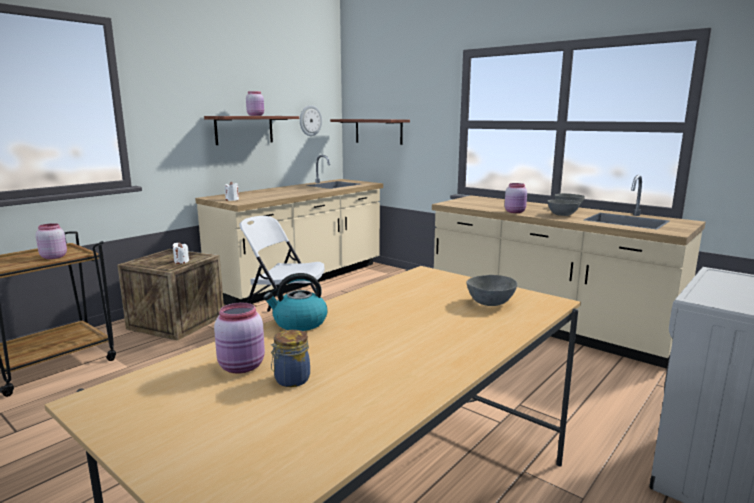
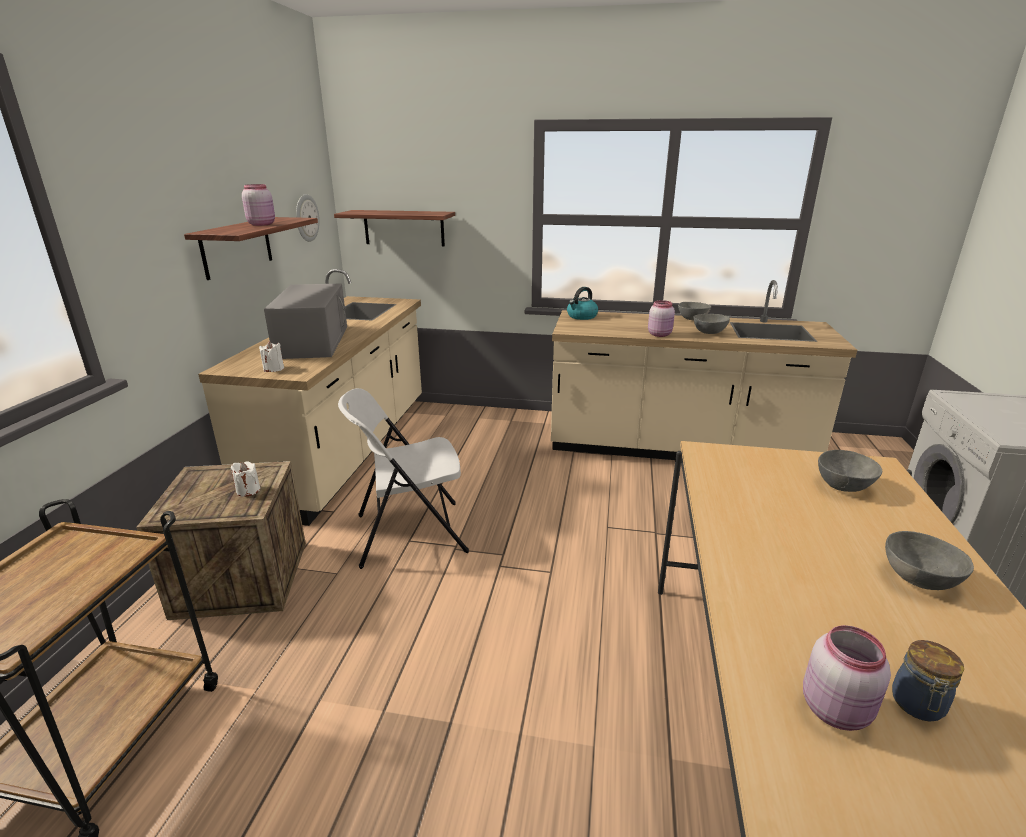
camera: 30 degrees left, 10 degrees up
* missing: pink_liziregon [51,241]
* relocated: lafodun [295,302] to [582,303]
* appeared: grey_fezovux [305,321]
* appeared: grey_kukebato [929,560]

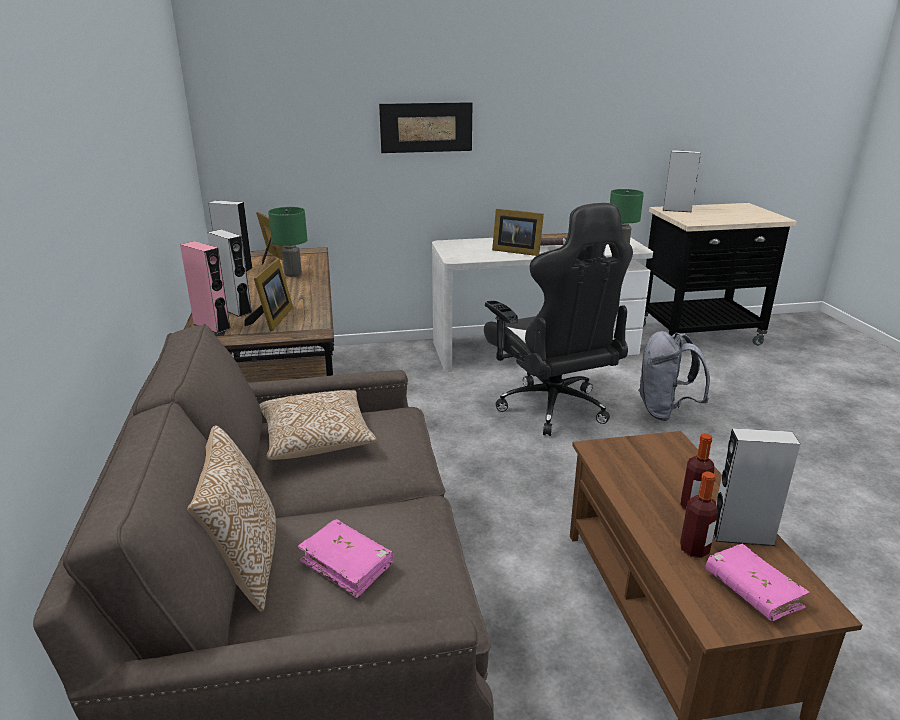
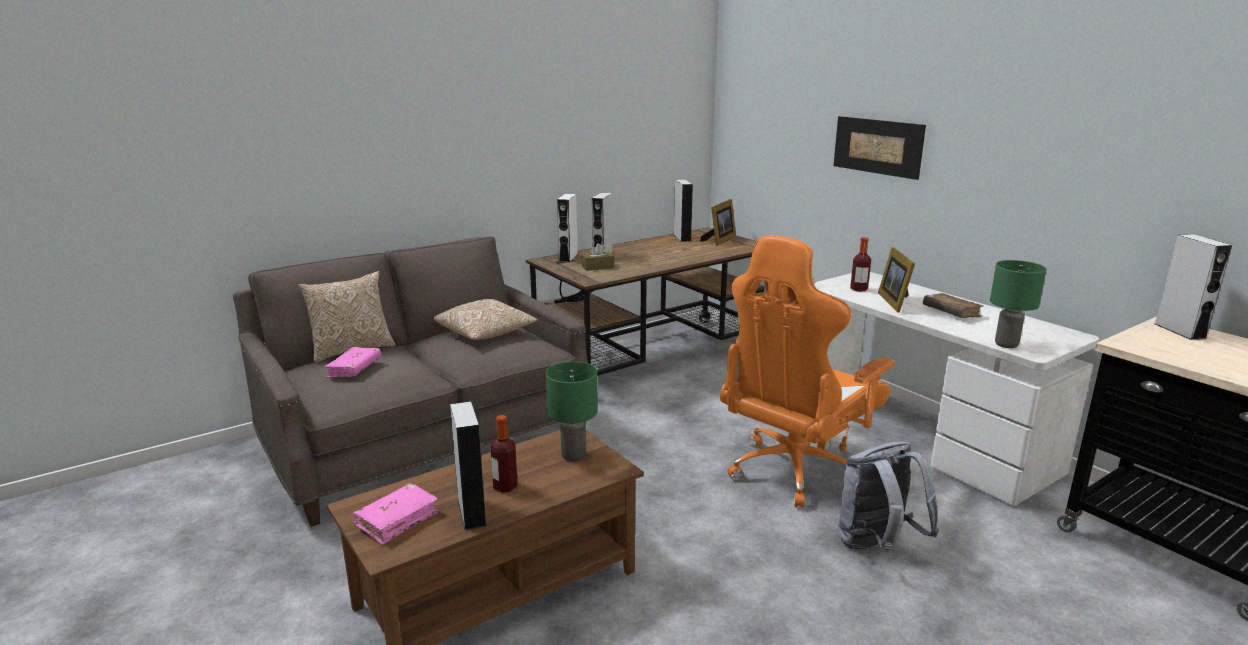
camera: 65 degrees right, 5 degrees down
* colour: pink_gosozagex [205,287] to white_gosozagex [567,228]
* exchanged: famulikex [269,295] to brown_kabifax [598,257]
* relocated: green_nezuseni [287,242] to [572,411]
* colour: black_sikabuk [558,319] to orange_sikabuk [807,371]
* relocated: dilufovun [699,514] to [860,264]

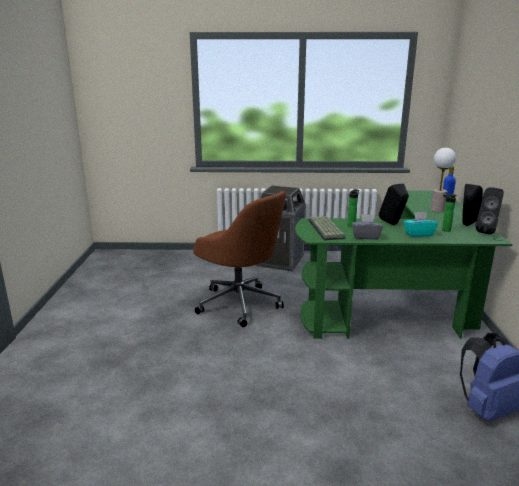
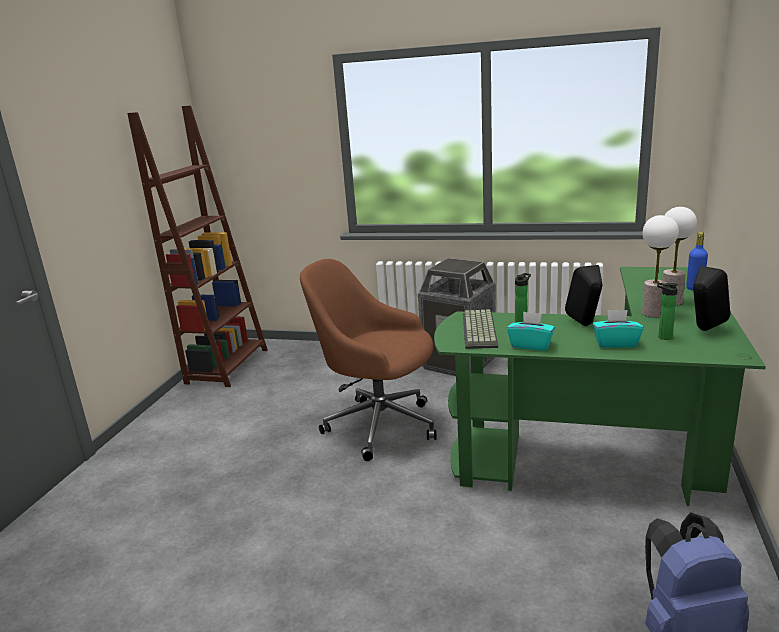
camera: 15 degrees right, 0 degrees up
* spun: brown_sikabuk [239,259] = [368,360] 150 degrees clockwise
* colour: grey_kabifax [367,227] to turquoise_kabifax [531,331]
* missing: black_gosozagex [489,210]
* appeared: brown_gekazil [197,246]
* appeared: nezuseni [660,266]

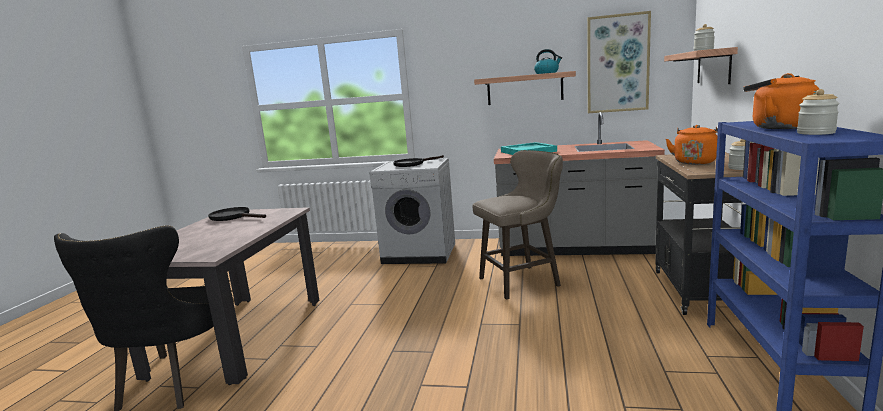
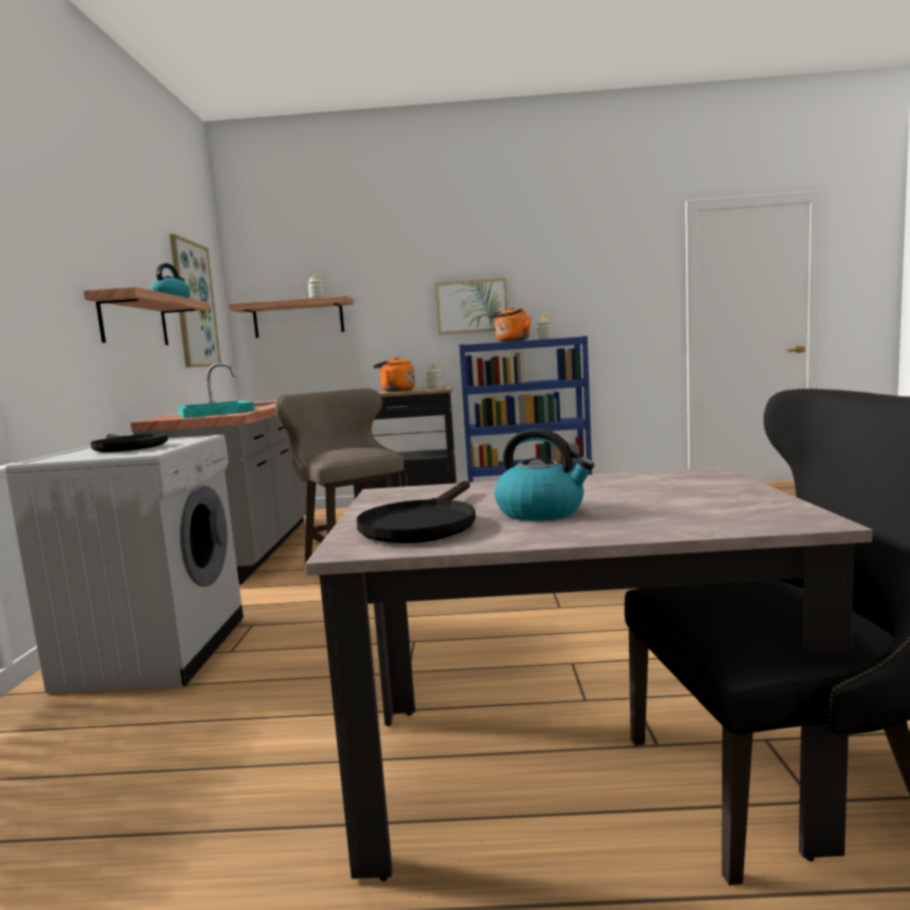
camera: 100 degrees left, 5 degrees down
* appeared: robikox [471,306]
* appeared: lafodun [544,474]

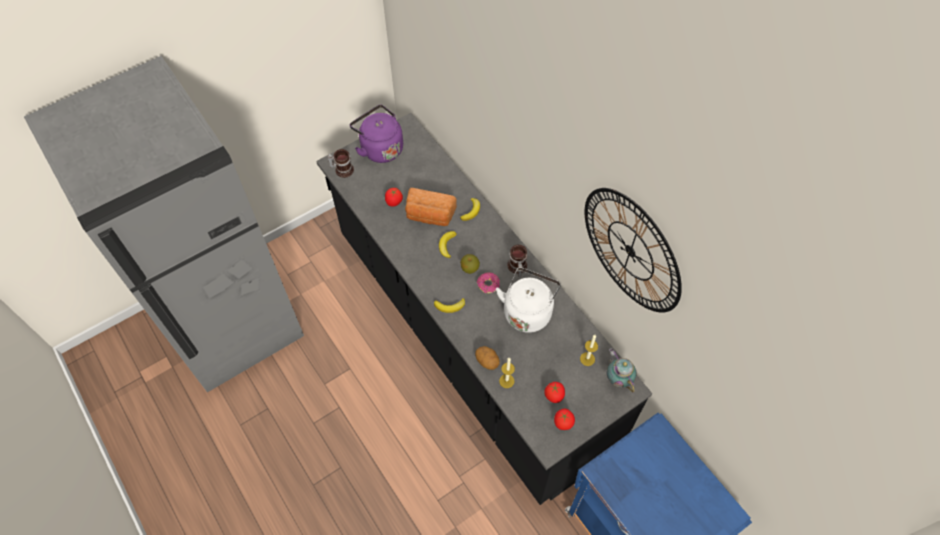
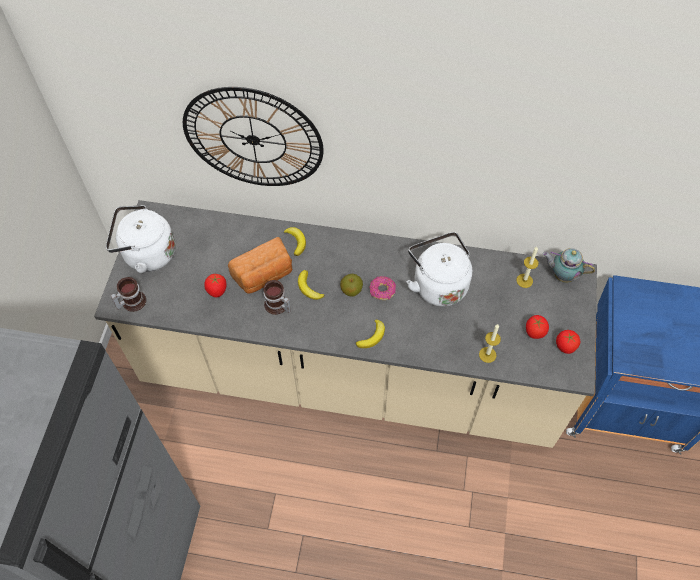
camera: 45 degrees left, 0 degrees up
* colour: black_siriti [484,309] to beige_siriti [345,324]
* colour: purple_lafodun [376,134] to white_lafodun [141,239]
* missing: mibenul [487,358]
* relocated: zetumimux [517,261] to [277,297]
* relocated: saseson [633,250] to [253,136]

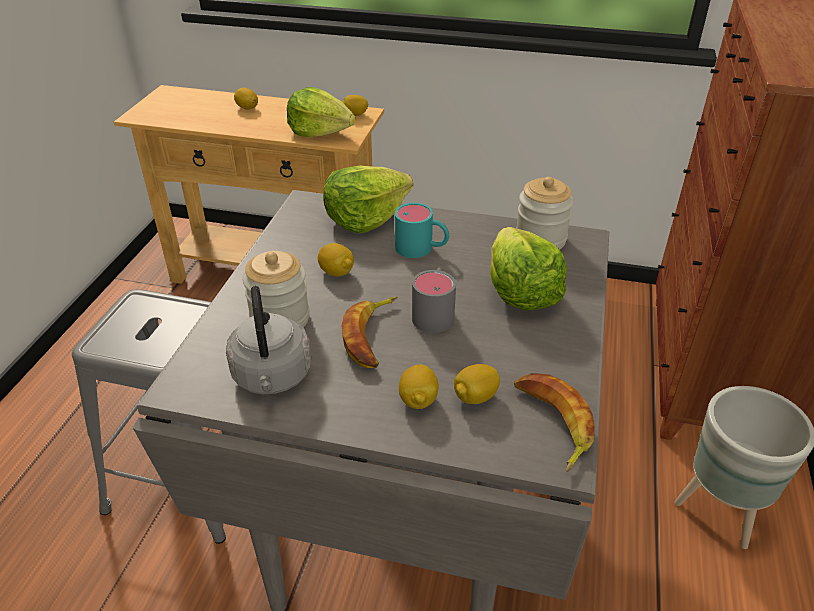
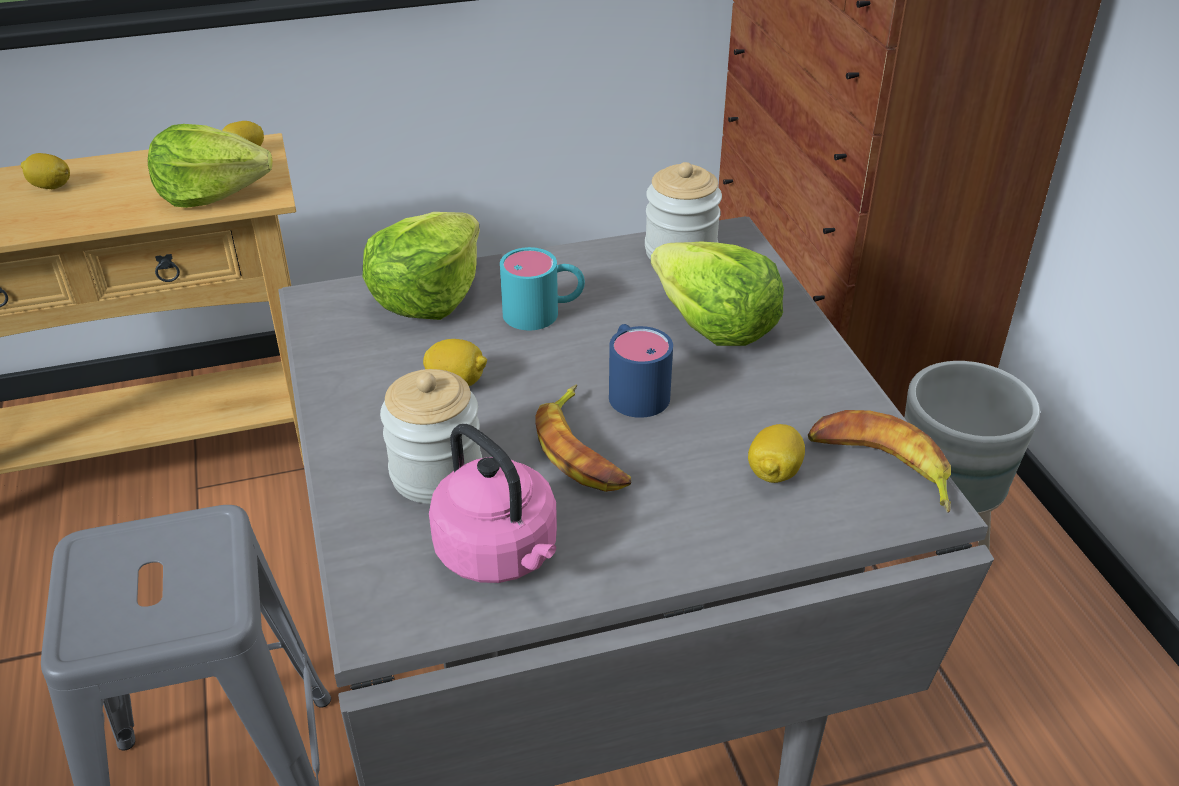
camera: 30 degrees left, 0 degrees up
* colour: grey_lafodun [268,340] to pink_lafodun [493,503]
* missing: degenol [418,387]
* colour: grey_zetumimux [434,300] to blue_zetumimux [641,371]

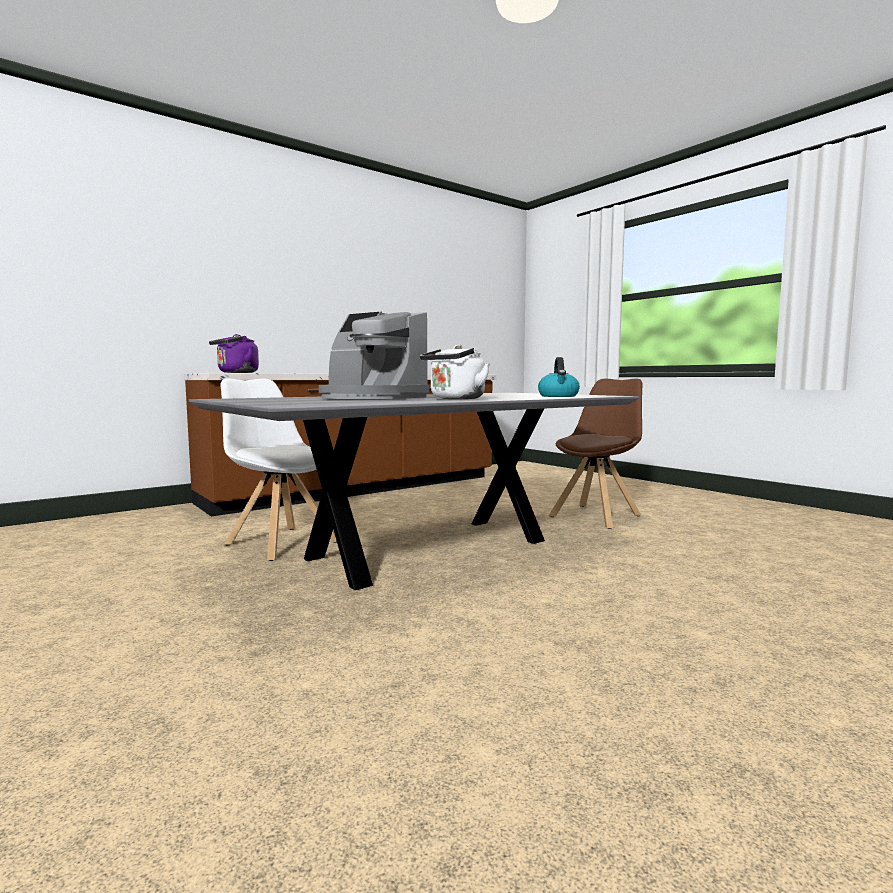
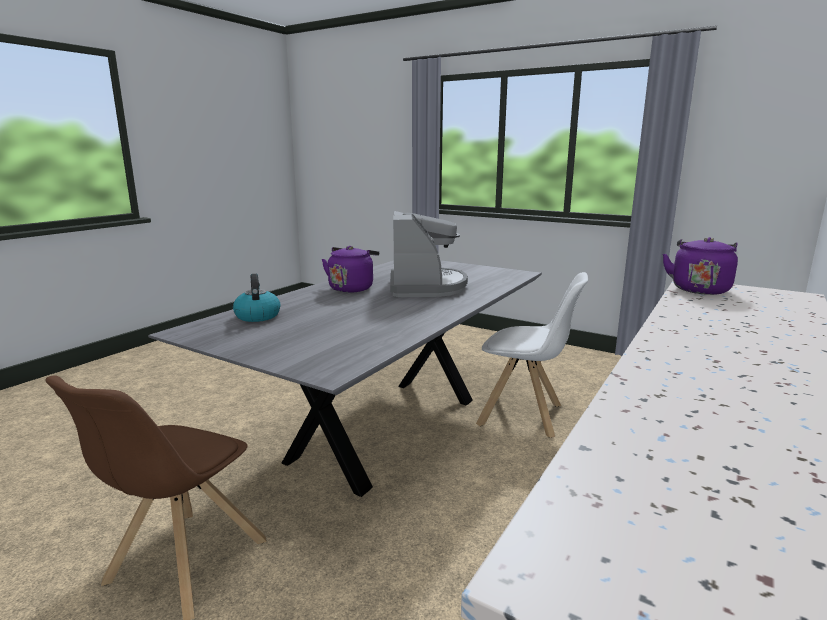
camera: 160 degrees right, 10 degrees up
* spun: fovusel [374,355] = [429,254] 75 degrees clockwise
* colour: white_lafodun [455,372] to purple_lafodun [350,269]

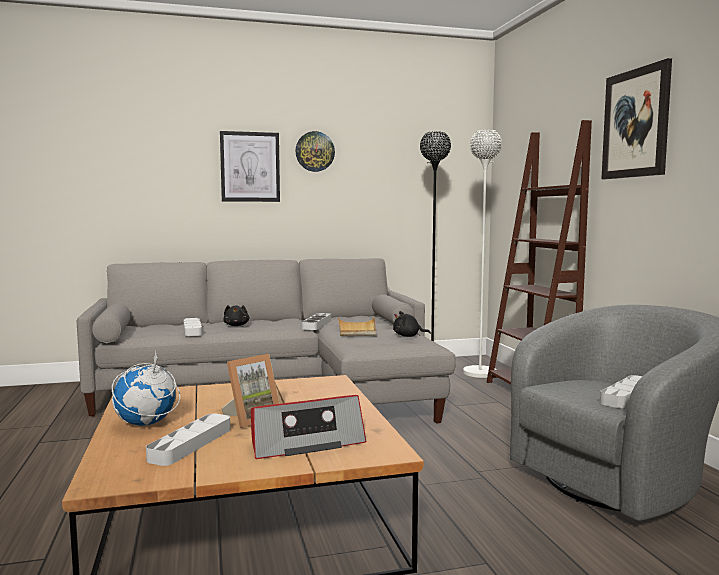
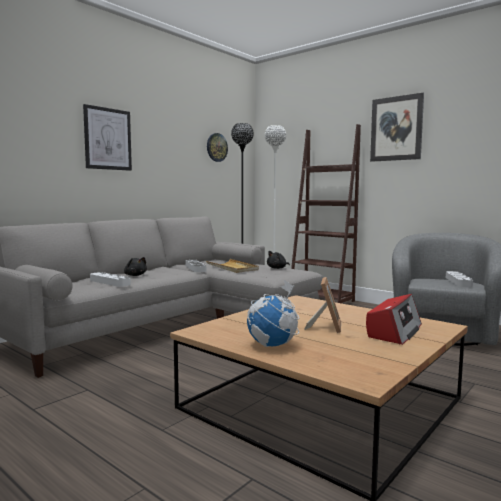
camera: 35 degrees left, 0 degrees up
* missing: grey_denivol [188,439]
* relocated: saseson [315,151] to [217,147]

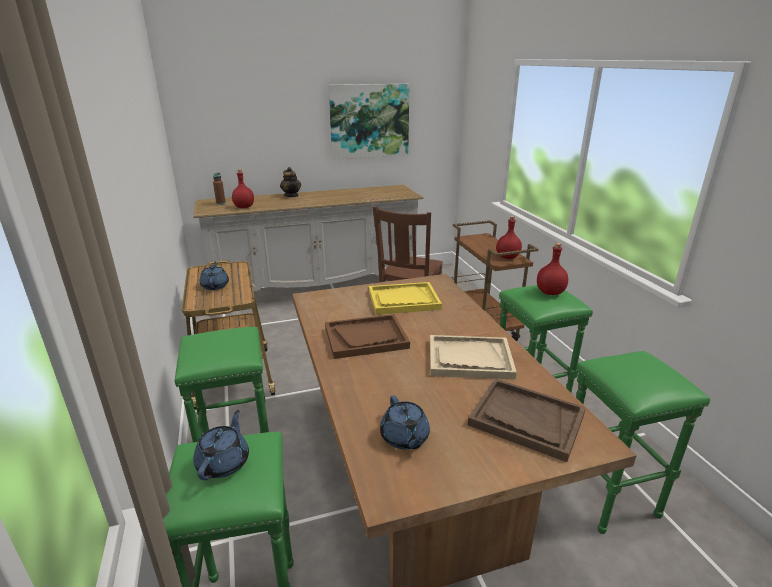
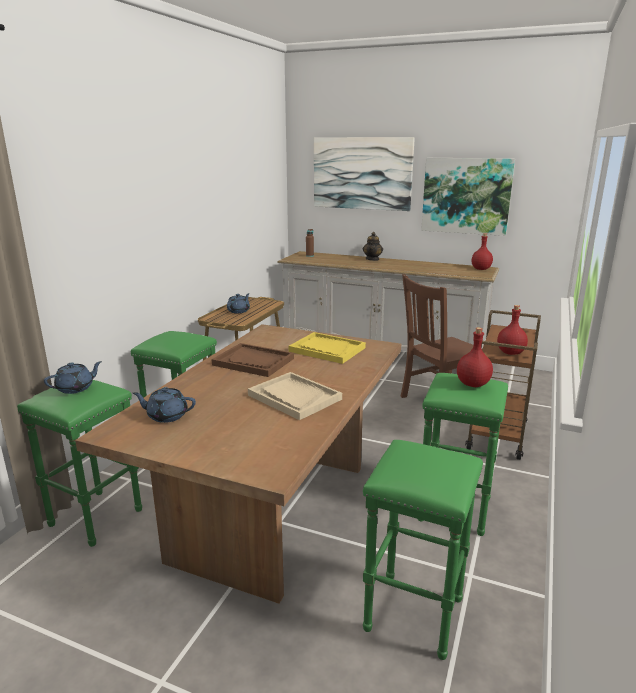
camera: 40 degrees right, 5 degrees down
* relocated: red_dilufovun [243,188] to [482,251]
* spun: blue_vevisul [405,422] = [164,405] 75 degrees clockwise
* missing: brown_denivol [527,420]
* appeared: robikox [364,174]

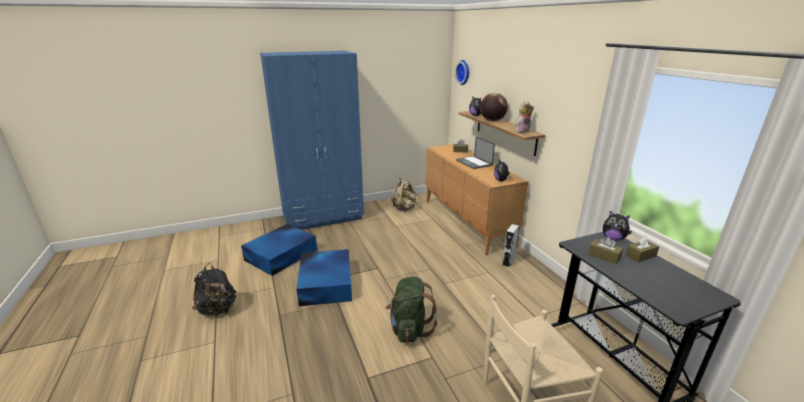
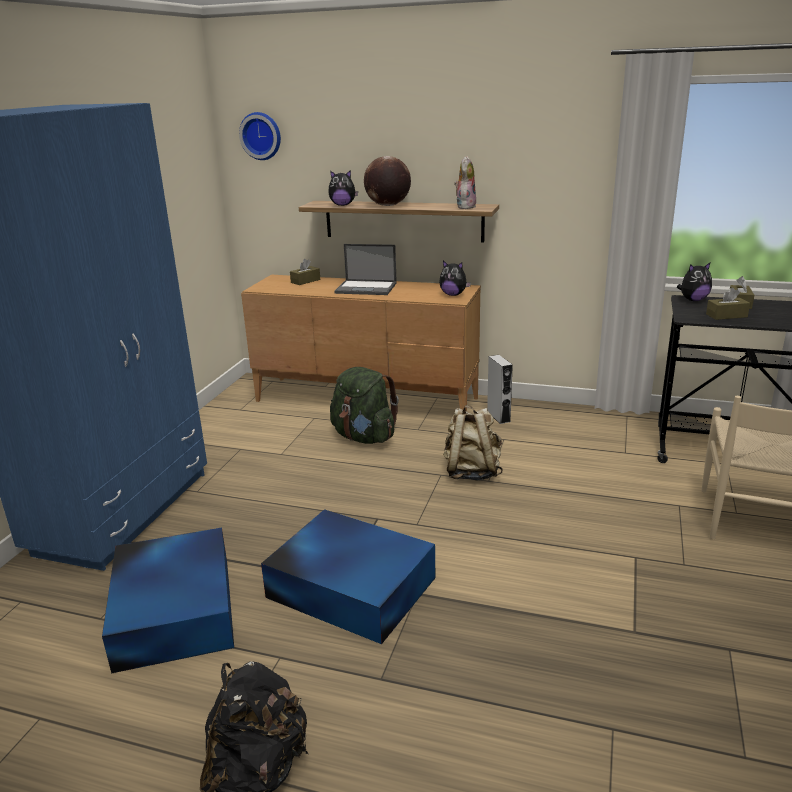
camera: 50 degrees left, 0 degrees up
* relocated: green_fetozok [411,310] to [364,405]
* relocated: beige_fetozok [403,194] to [473,442]

